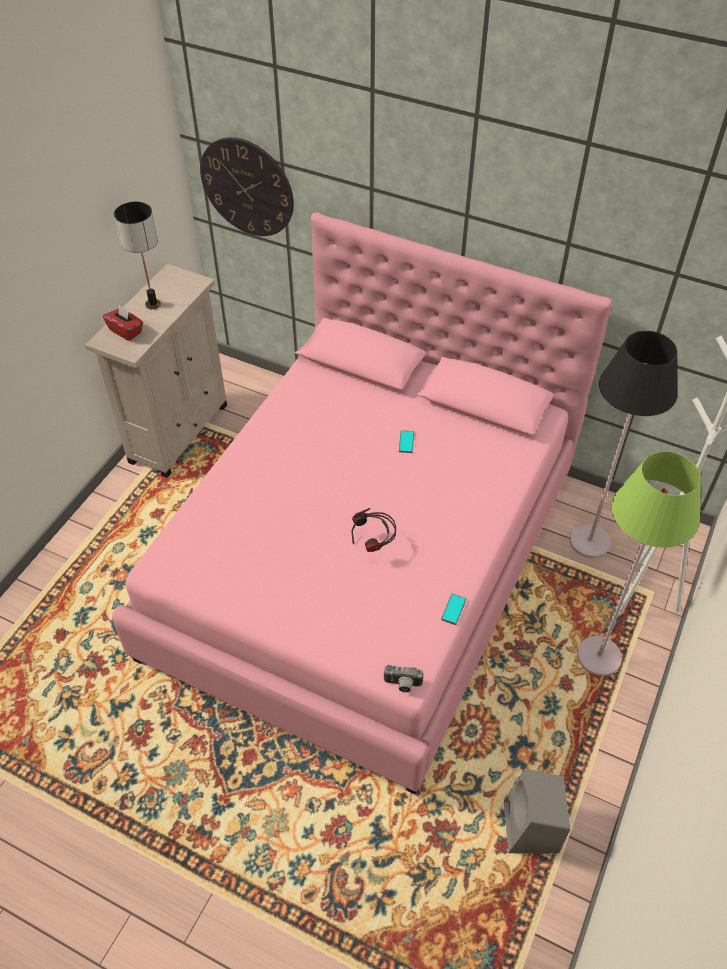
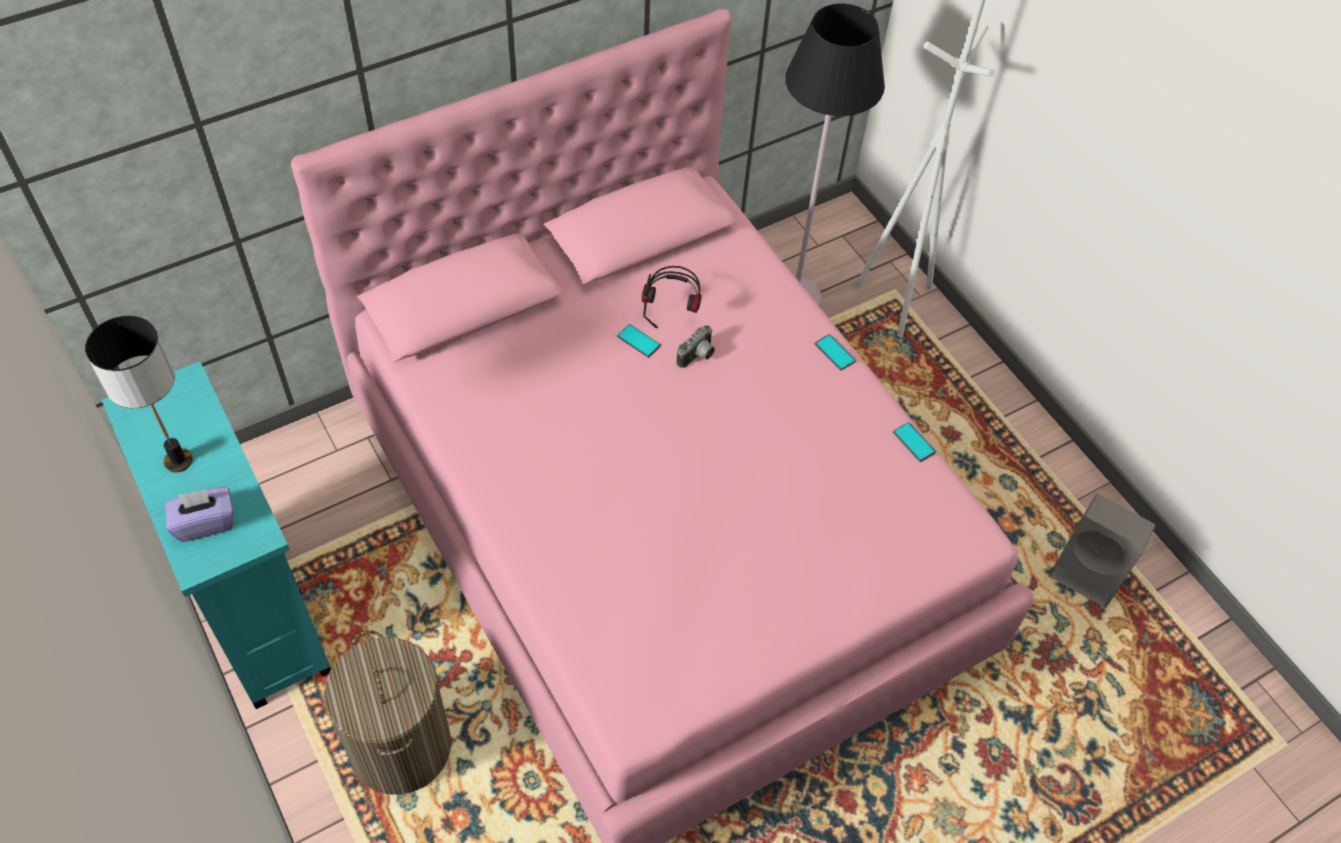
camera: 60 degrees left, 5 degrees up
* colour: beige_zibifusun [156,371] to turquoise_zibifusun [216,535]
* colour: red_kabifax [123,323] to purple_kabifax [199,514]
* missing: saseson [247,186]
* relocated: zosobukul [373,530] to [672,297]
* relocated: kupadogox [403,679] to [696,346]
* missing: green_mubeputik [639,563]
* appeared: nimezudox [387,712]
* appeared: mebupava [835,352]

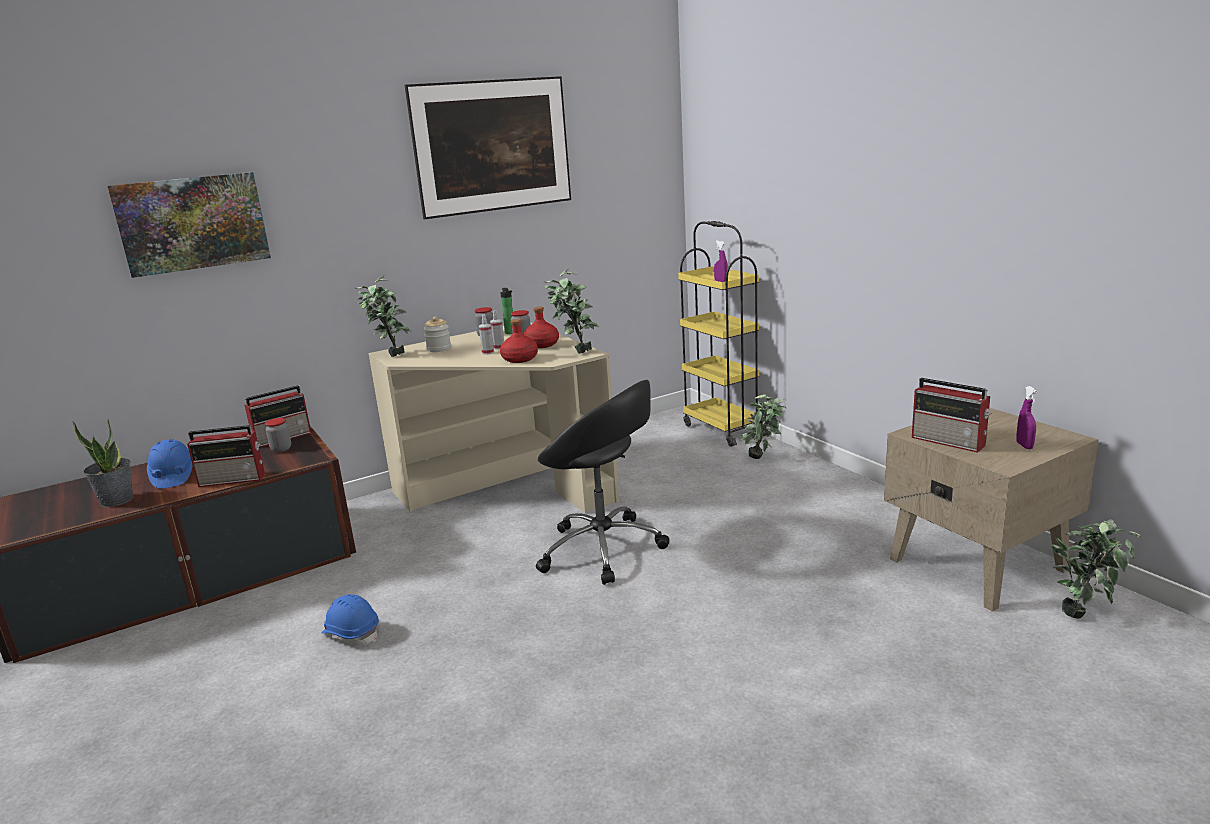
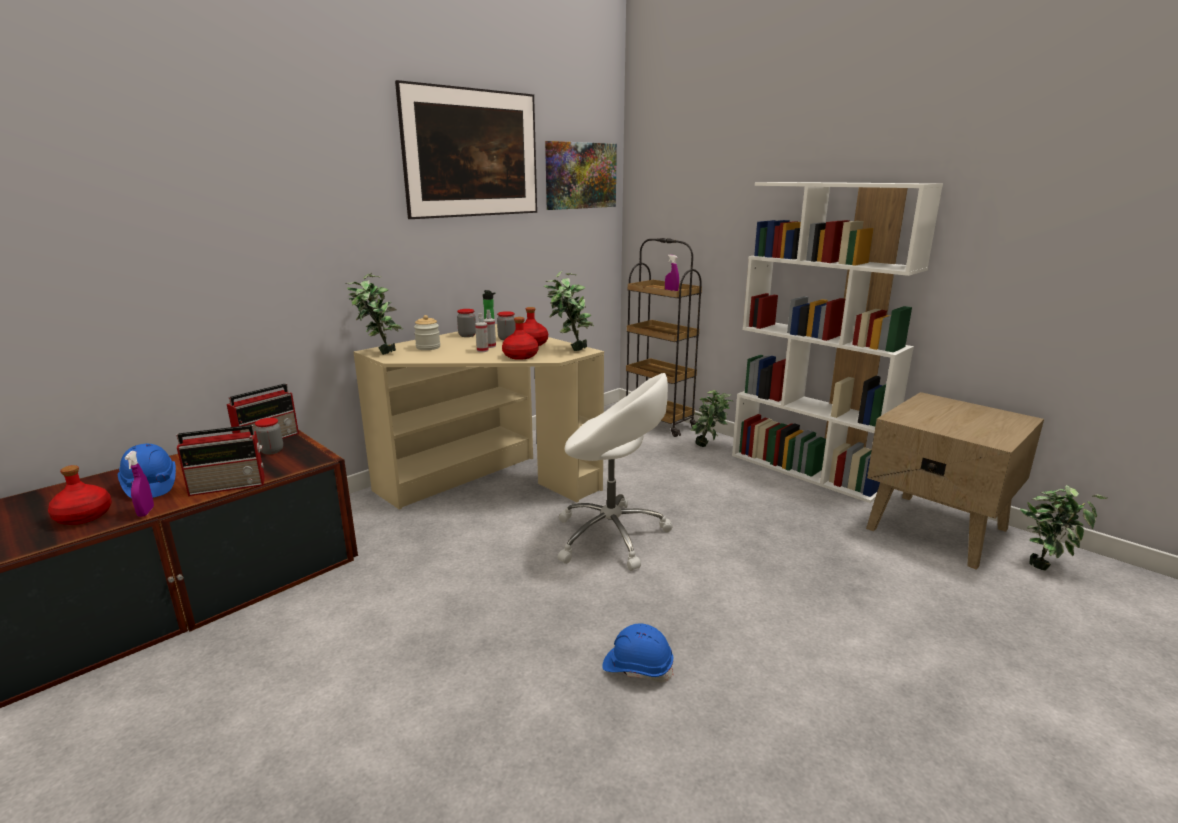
camera: 15 degrees left, 0 degrees up
* exchanged: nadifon [103,463] to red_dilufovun [80,495]
* relocated: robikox [189,225] to [581,175]
* relocated: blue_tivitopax [350,620] to [638,652]
* colour: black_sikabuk [602,482] to white_sikabuk [615,472]
* colour: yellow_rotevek [718,334] to brown_rotevek [664,337]
* missing: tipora [951,415]
* relocated: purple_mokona [1027,417] to [139,484]
* appeared: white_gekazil [837,342]

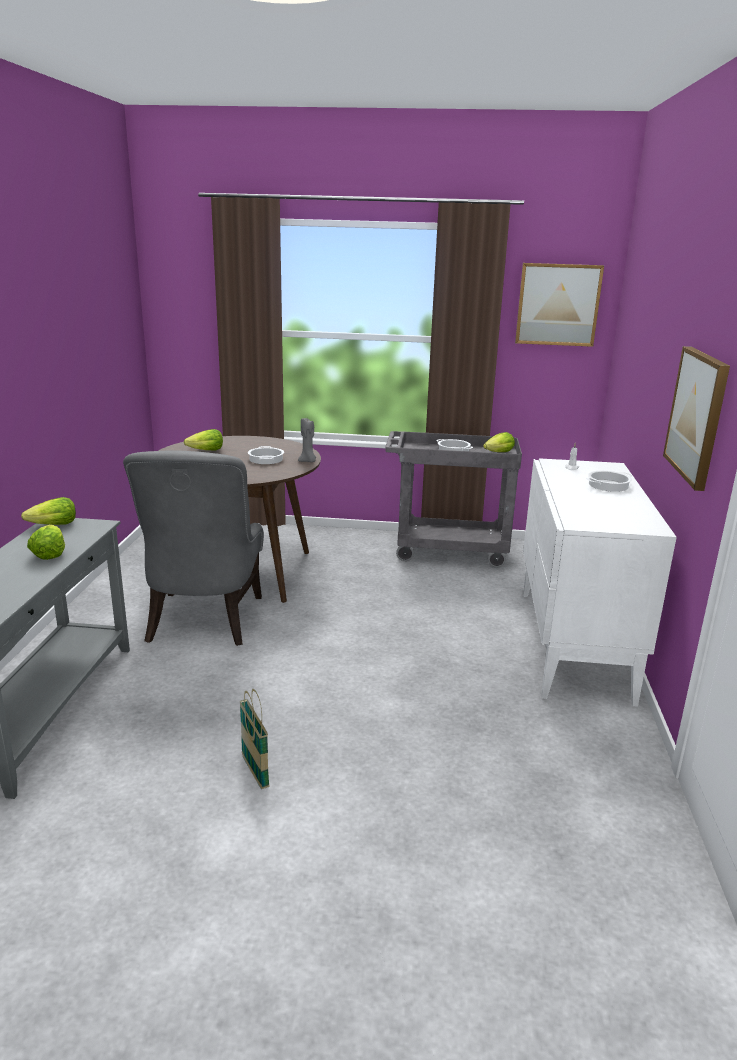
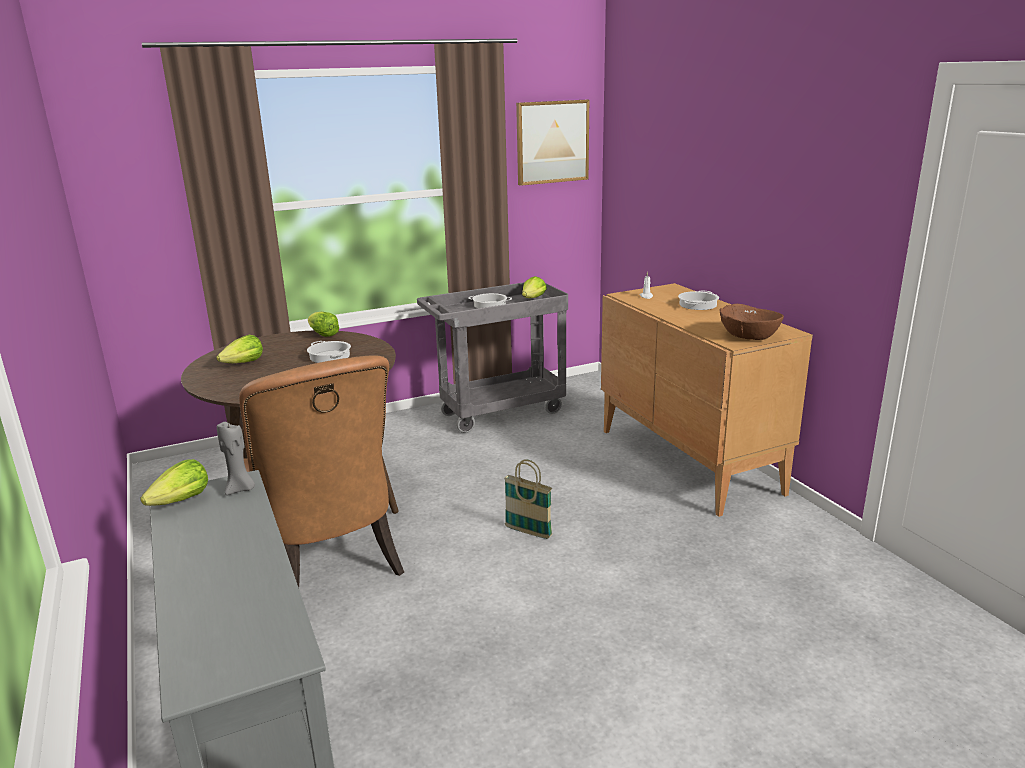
camera: 30 degrees left, 0 degrees up
* relocated: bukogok [46,542] to [323,324]
* colour: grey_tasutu [193,548] to brown_tasutu [321,471]
* relocated: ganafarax [254,739] to [528,499]
* relocated: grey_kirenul [307,440] to [236,458]
* colour: white_zibifusun [600,582] to brown_zibifusun [707,400]
* missing: robikox [696,418]
* appeared: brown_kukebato [751,322]

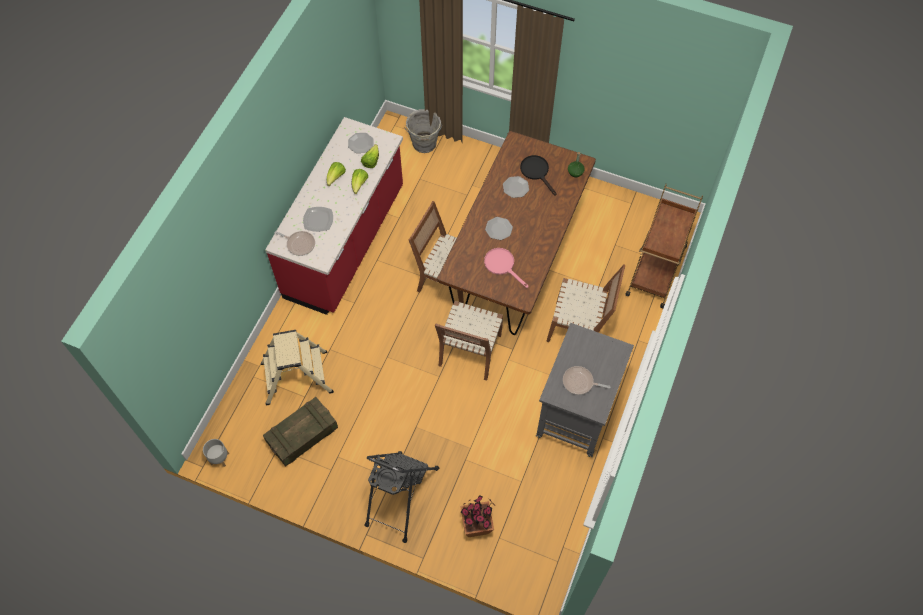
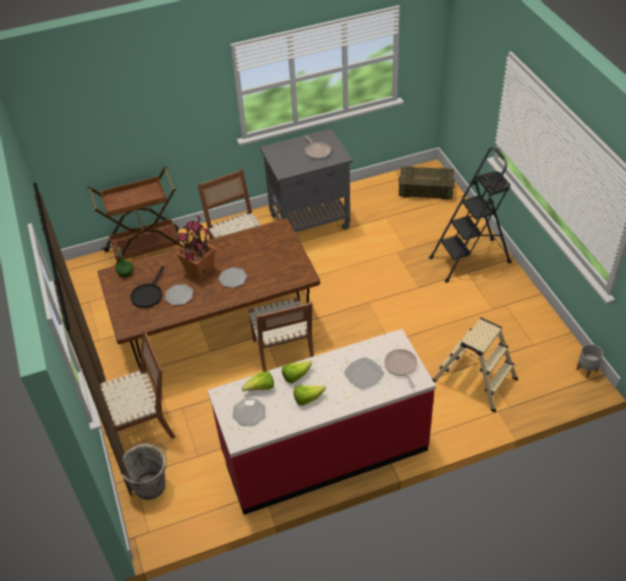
camera: 130 degrees left, 15 degrees down
* relocated: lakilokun [300,432] to [427,183]
* relocated: tasutu [469,340] to [137,384]
* relocated: nadifon [477,516] to [195,247]
* missing: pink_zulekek [506,268]

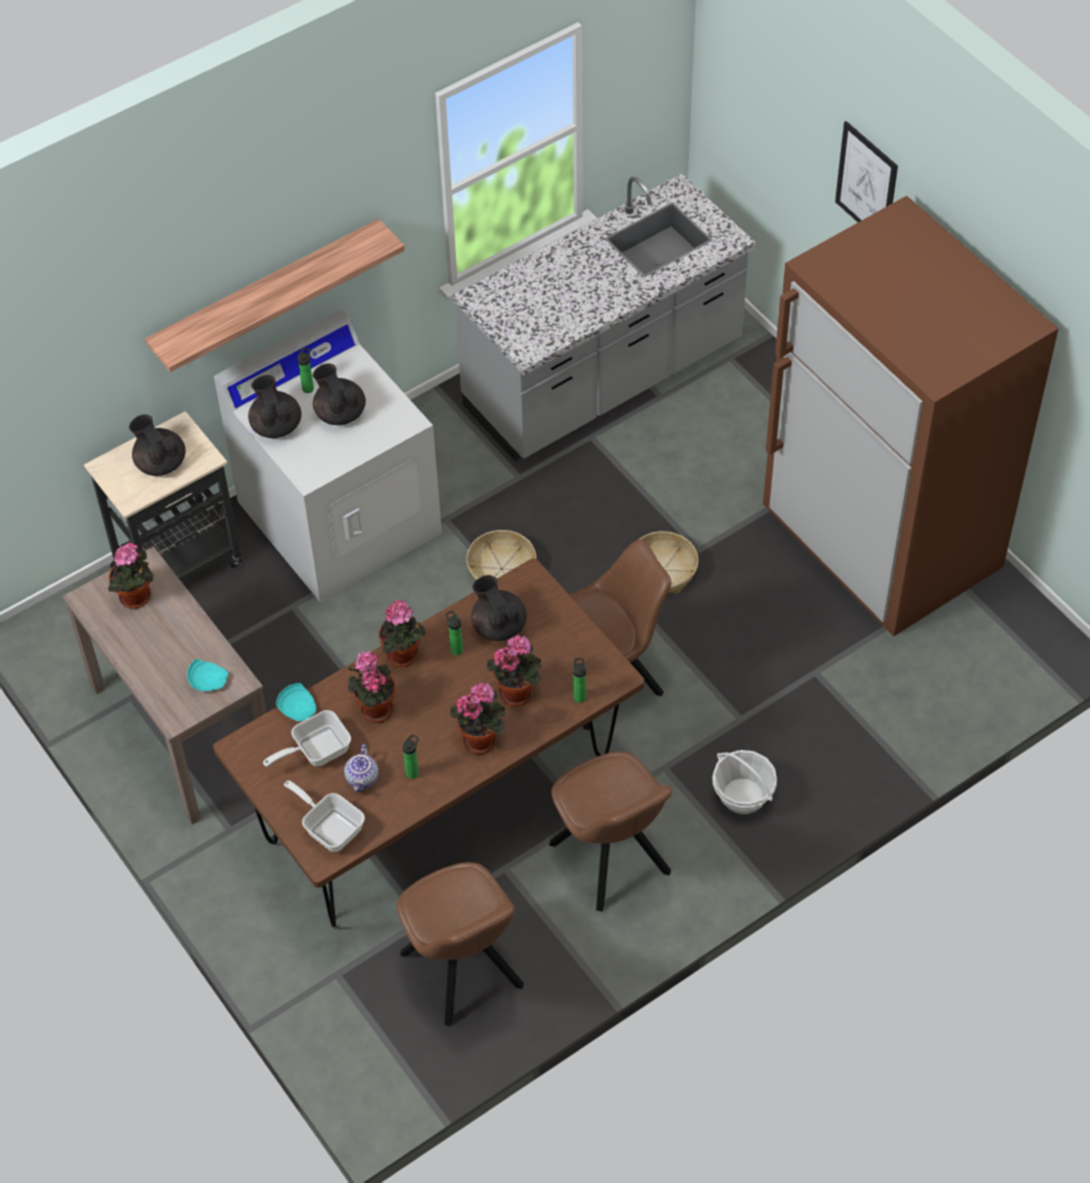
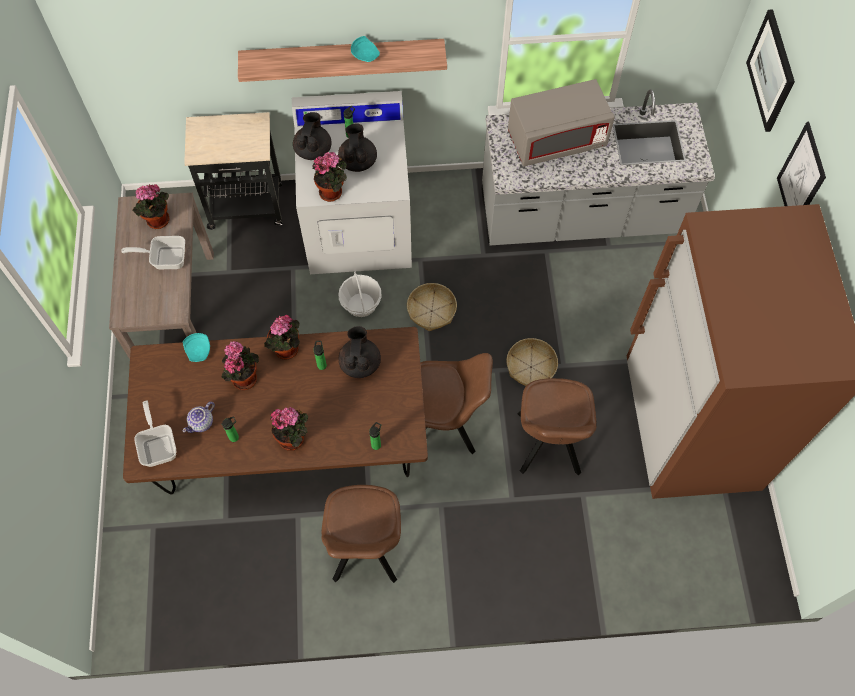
camera: 30 degrees right, 10 degrees up
* missing: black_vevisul [157,445]
* relocated: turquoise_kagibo [207,675] to [365,49]
* relocated: zulekek [307,738] to [153,252]
* relocated: brown_tasutu [460,944] to [556,426]
* relocated: nadifon [514,671] to [329,177]
* relocated: ganafarax [744,782] to [360,294]
* appeared: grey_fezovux [561,122]
* appeared: robikox [770,70]

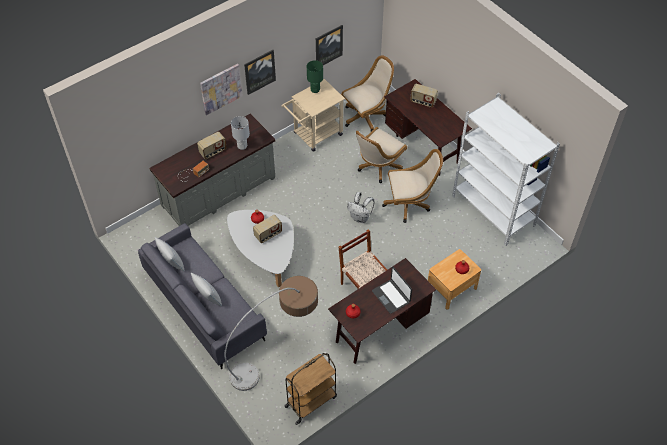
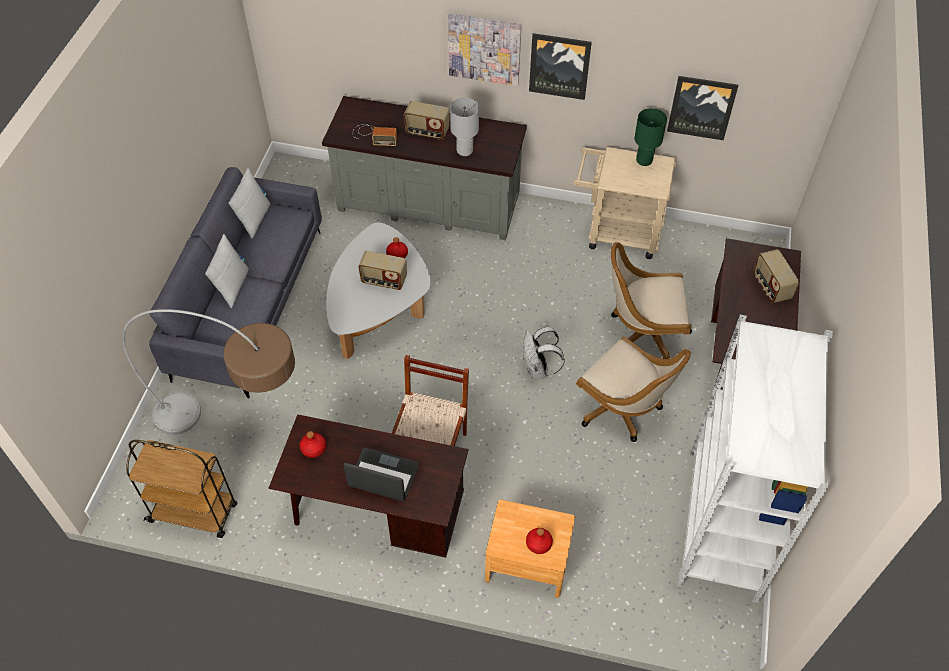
camera: 50 degrees right, 0 degrees up
* missing: sikabuk [367,93]
* spun: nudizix [392,290] = [381,474] 90 degrees clockwise

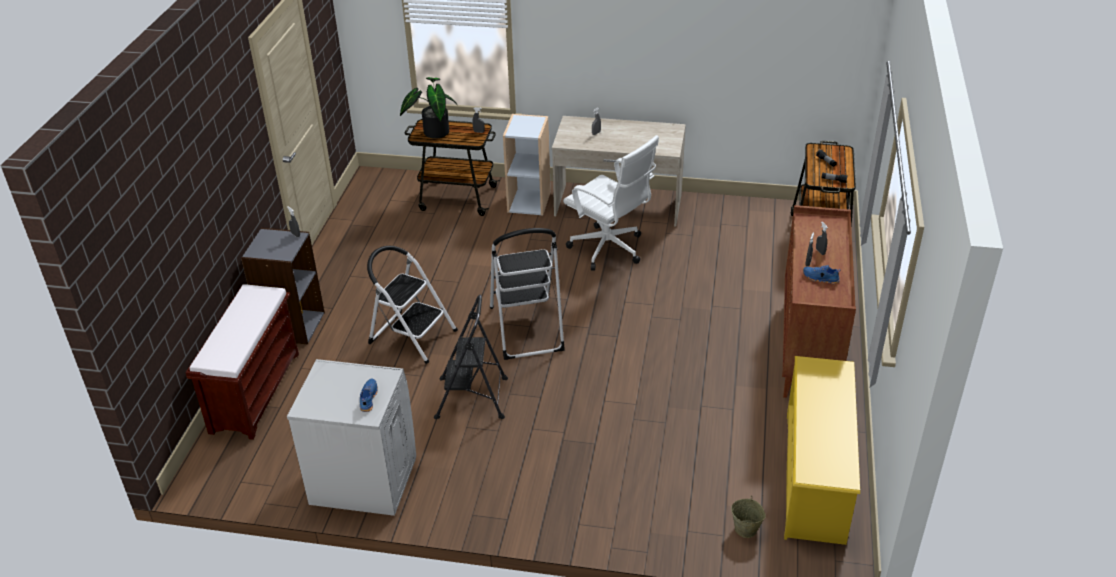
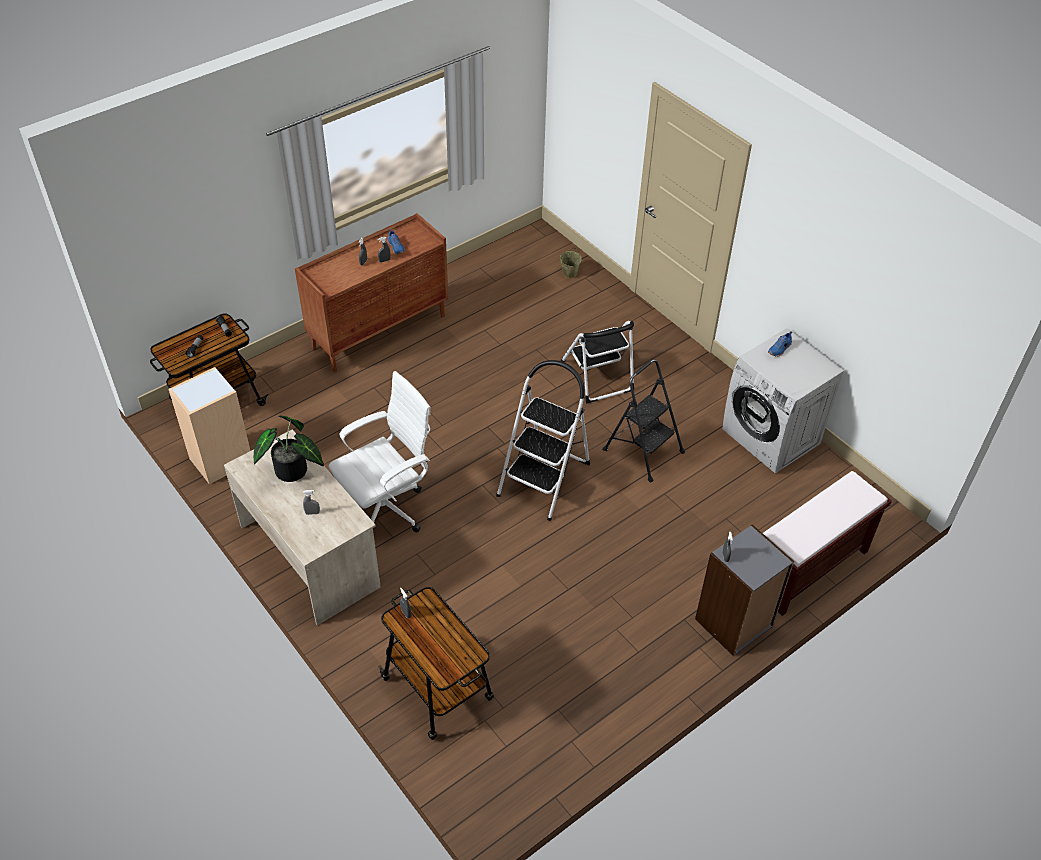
camera: 140 degrees left, 10 degrees up
* relocated: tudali [412,305] to [597,362]
* relocated: nadifon [429,108] to [289,448]
* relocated: gekazil [527,164] to [209,425]
* spun: white_sikabuk [611,203] = [379,451] 60 degrees clockwise
* missing: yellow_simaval [822,450]

